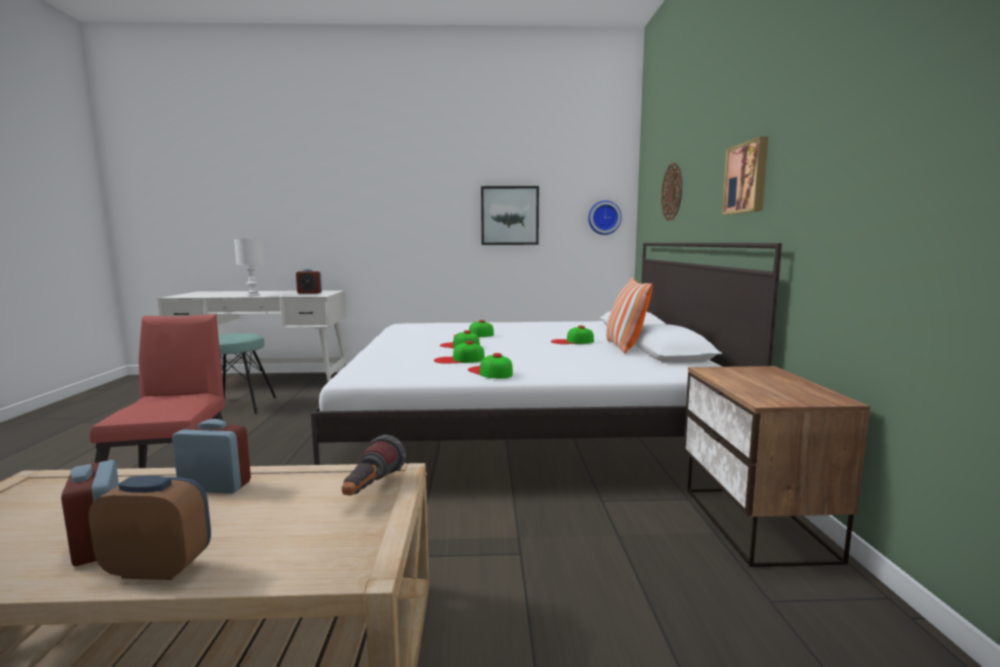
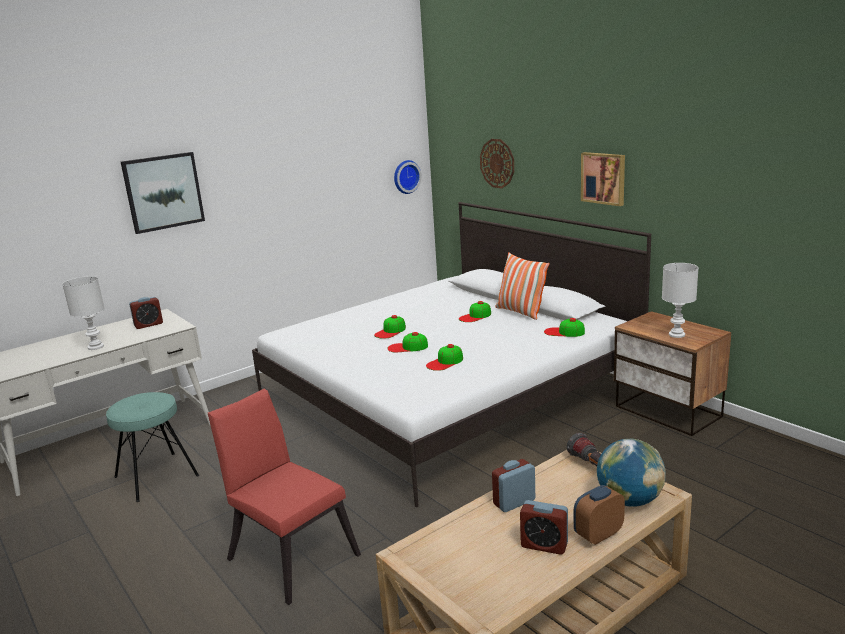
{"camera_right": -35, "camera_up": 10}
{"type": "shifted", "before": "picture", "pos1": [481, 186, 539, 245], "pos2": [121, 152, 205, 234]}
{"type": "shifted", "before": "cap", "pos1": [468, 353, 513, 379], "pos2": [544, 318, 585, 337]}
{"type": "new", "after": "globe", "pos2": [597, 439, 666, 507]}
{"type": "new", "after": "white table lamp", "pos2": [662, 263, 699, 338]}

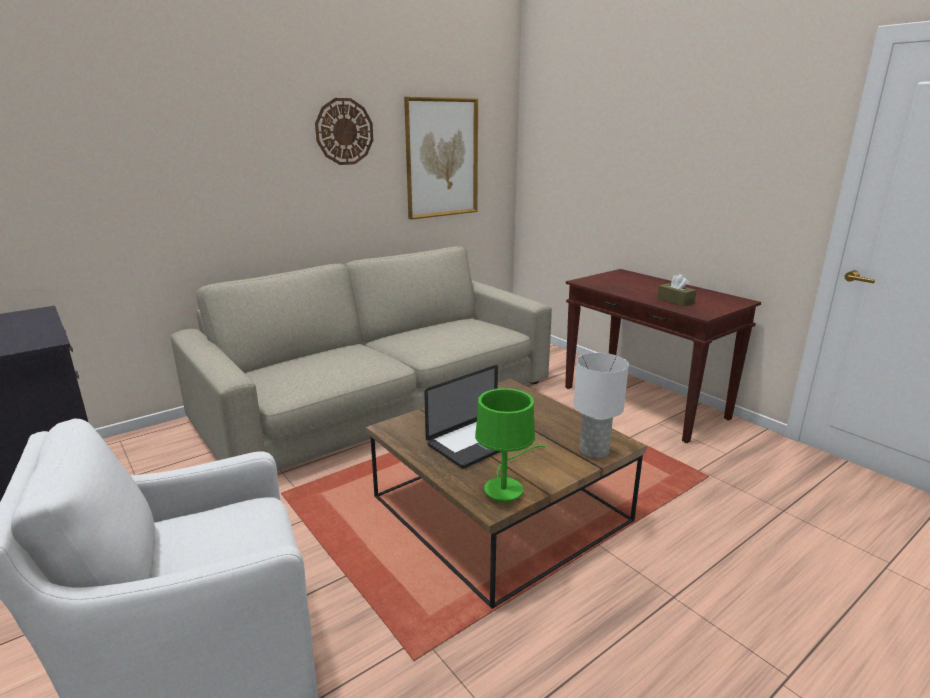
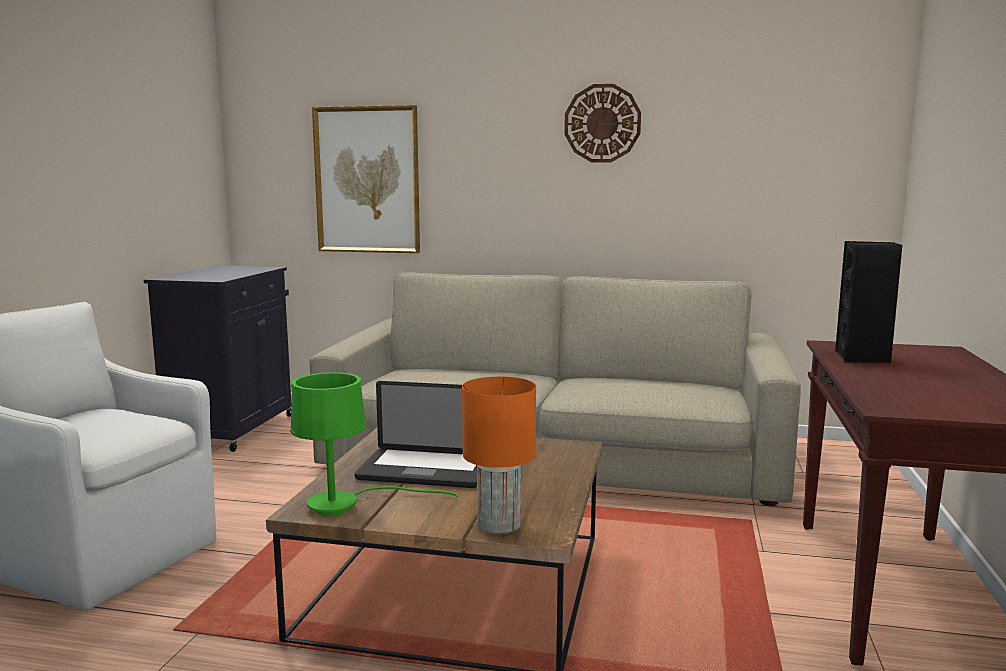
{"camera_right": 50, "camera_up": -10}
{"type": "shifted", "before": "picture", "pos1": [404, 97, 478, 220], "pos2": [312, 105, 420, 253]}
{"type": "repainted", "before": "white table lamp", "after": "orange table lamp", "pos1": [573, 353, 629, 458], "pos2": [462, 376, 536, 534]}
{"type": "new", "after": "black speaker", "pos2": [835, 241, 902, 363]}
{"type": "gone", "before": "brown tissue box", "pos1": [657, 274, 696, 306]}

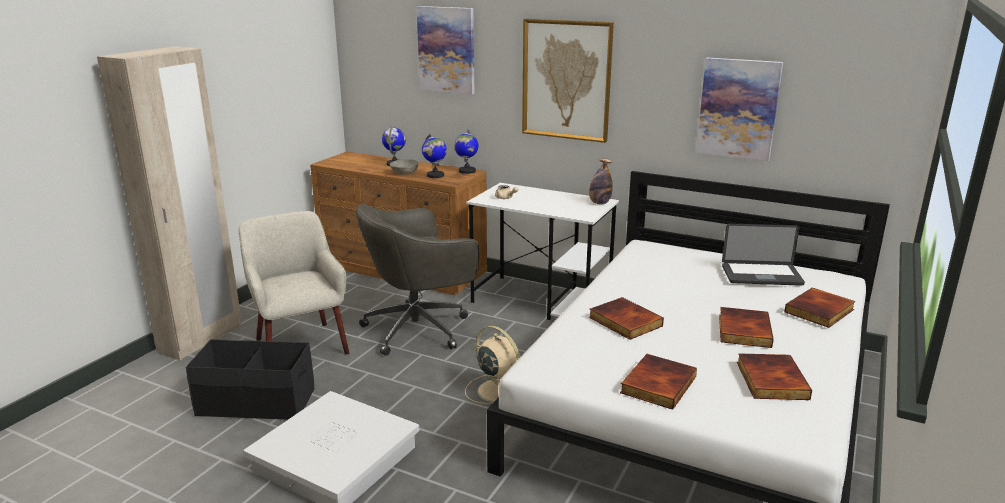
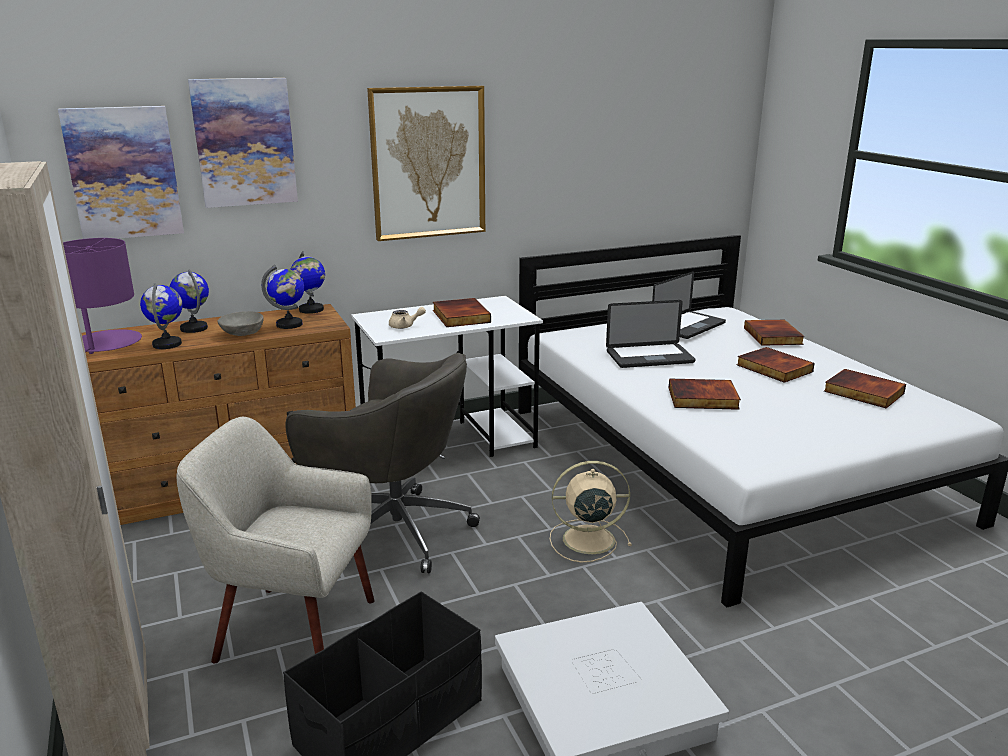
{"camera_right": -50, "camera_up": 0}
{"type": "shifted", "before": "picture", "pos1": [696, 57, 783, 161], "pos2": [58, 106, 184, 239]}
{"type": "new", "after": "purple table lamp", "pos2": [63, 238, 142, 354]}
{"type": "new", "after": "globe", "pos2": [140, 283, 183, 349]}
{"type": "rotated", "before": "grey office chair", "pos1": [356, 204, 479, 356], "pos2": [285, 353, 480, 573], "turn": -75}
{"type": "shifted", "before": "book", "pos1": [620, 354, 697, 410], "pos2": [433, 298, 491, 327]}
{"type": "new", "after": "laptop", "pos2": [606, 300, 695, 368]}
{"type": "gone", "before": "bottle", "pos1": [589, 159, 613, 204]}

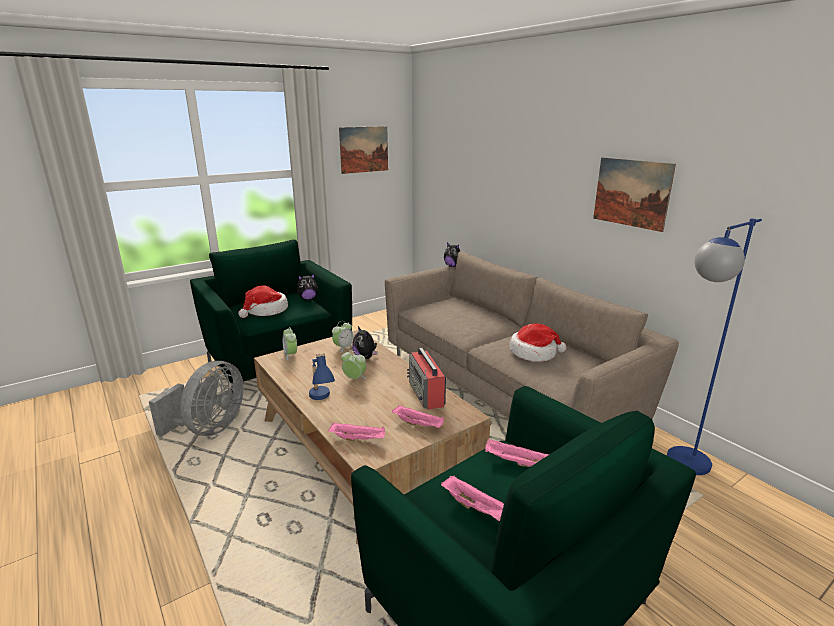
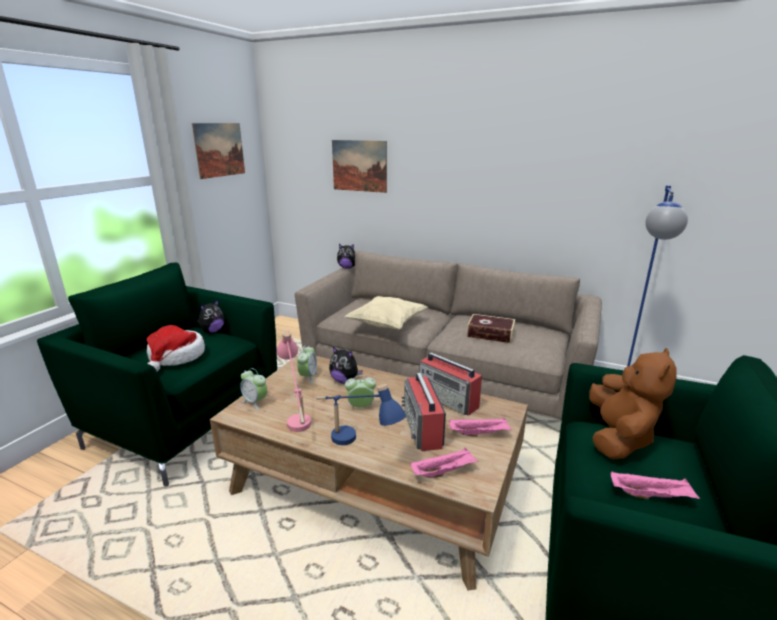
{"camera_right": -30, "camera_up": 0}
{"type": "new", "after": "pink table lamp", "pos2": [277, 330, 311, 432]}
{"type": "shifted", "before": "picture", "pos1": [593, 157, 676, 232], "pos2": [332, 140, 387, 193]}
{"type": "new", "after": "beige pillow", "pos2": [345, 296, 427, 330]}
{"type": "new", "after": "radio", "pos2": [402, 373, 446, 451]}
{"type": "swapped", "before": "hat", "after": "book", "pos1": [509, 323, 567, 362], "pos2": [467, 314, 515, 343]}
{"type": "swapped", "before": "pink tray", "after": "brown plush toy", "pos1": [485, 439, 549, 467], "pos2": [589, 348, 677, 460]}
{"type": "gone", "before": "grey fan", "pos1": [149, 361, 244, 437]}

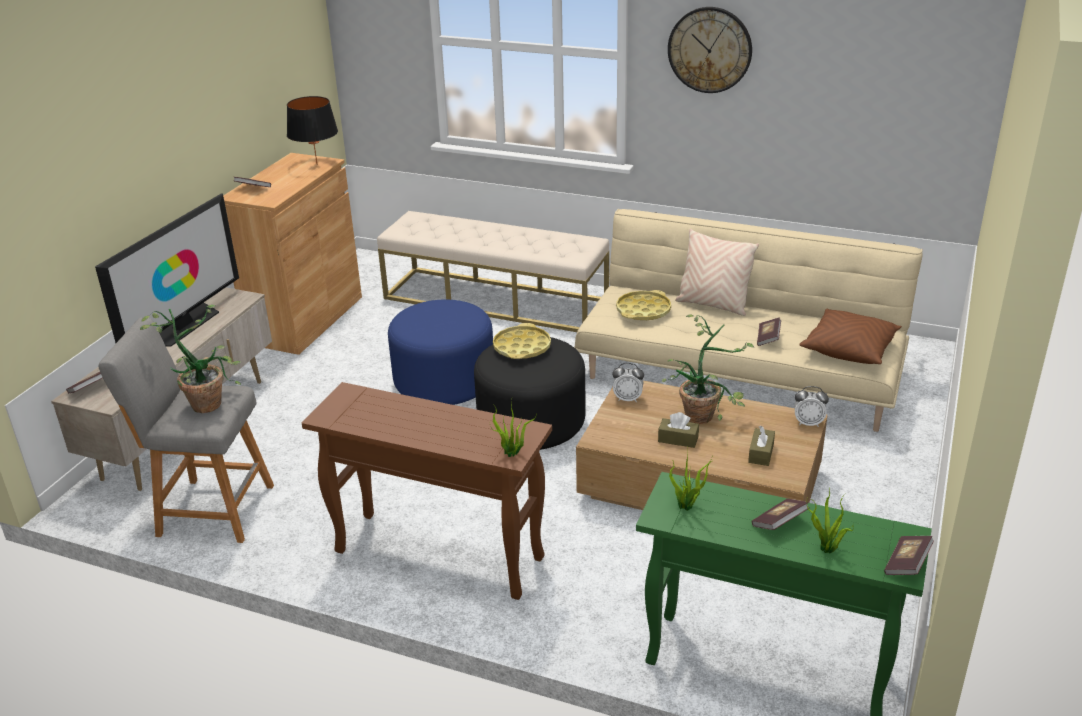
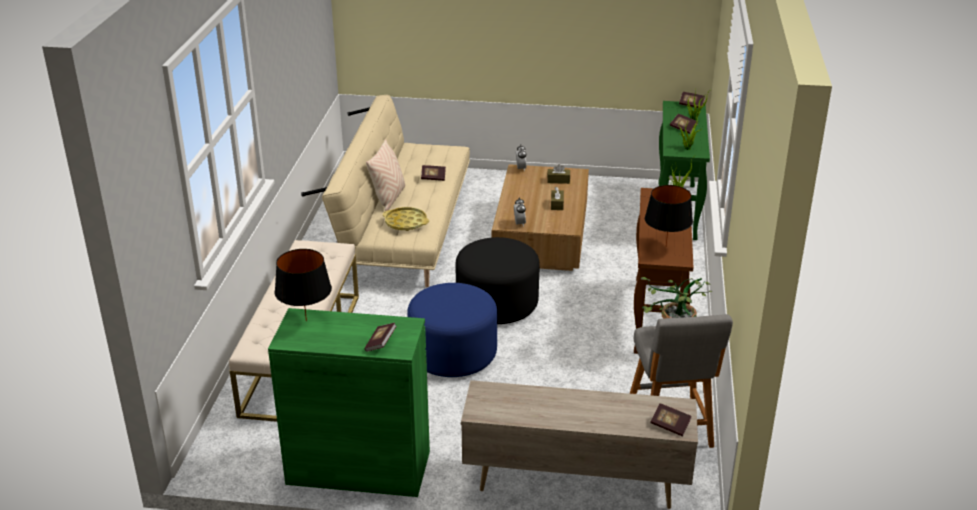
{"camera_right": -105, "camera_up": 0}
{"type": "repainted", "before": "brown cabinet", "after": "green cabinet", "pos1": [223, 153, 362, 355], "pos2": [268, 308, 430, 497]}
{"type": "new", "after": "black table lamp", "pos2": [645, 185, 693, 247]}
{"type": "gone", "before": "television", "pos1": [95, 193, 239, 347]}
{"type": "gone", "before": "yellow tray", "pos1": [493, 323, 551, 359]}
{"type": "gone", "before": "potted plant", "pos1": [662, 314, 754, 424]}
{"type": "gone", "before": "wall clock", "pos1": [668, 7, 752, 93]}
{"type": "gone", "before": "brown pillow", "pos1": [799, 309, 902, 364]}

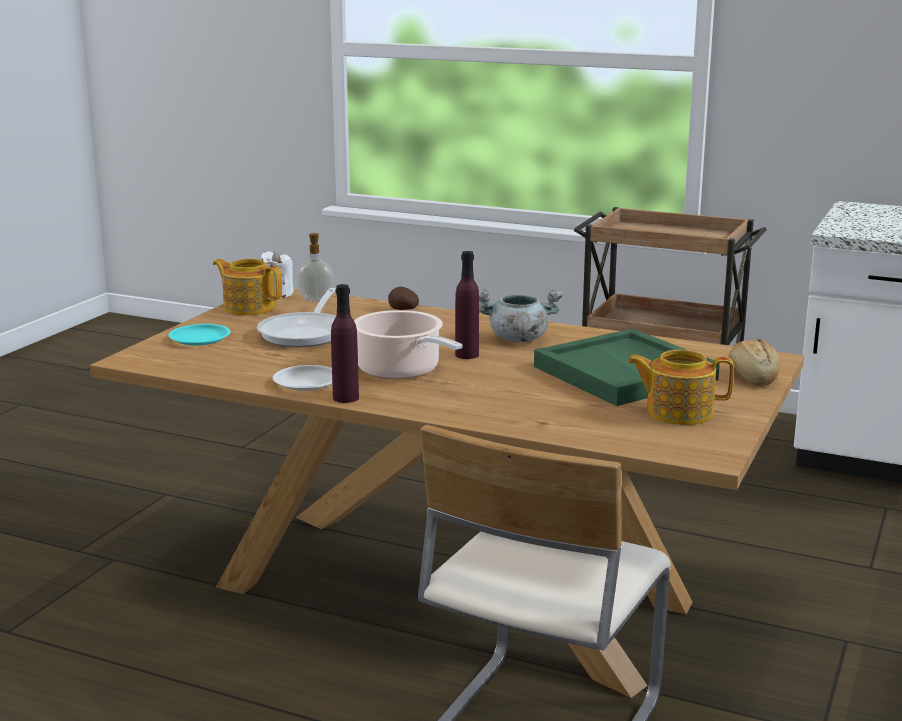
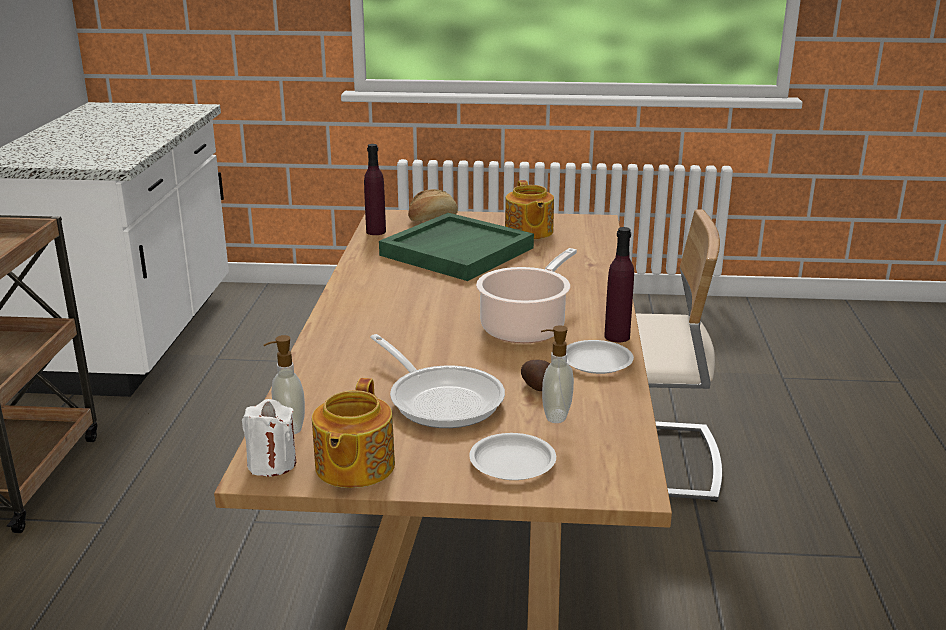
{"camera_right": -110, "camera_up": 5}
{"type": "shifted", "before": "purple bottle", "pos1": [455, 251, 479, 359], "pos2": [364, 144, 386, 235]}
{"type": "rotated", "before": "frying pan", "pos1": [257, 288, 336, 347], "pos2": [370, 334, 505, 428], "turn": 60}
{"type": "repainted", "before": "turquoise plate", "after": "white plate", "pos1": [168, 324, 231, 345], "pos2": [469, 433, 556, 480]}
{"type": "shifted", "before": "potato", "pos1": [388, 287, 419, 310], "pos2": [521, 360, 550, 391]}
{"type": "new", "after": "soap dispenser", "pos2": [541, 325, 574, 423]}
{"type": "gone", "before": "grey cooking pot", "pos1": [479, 289, 562, 342]}

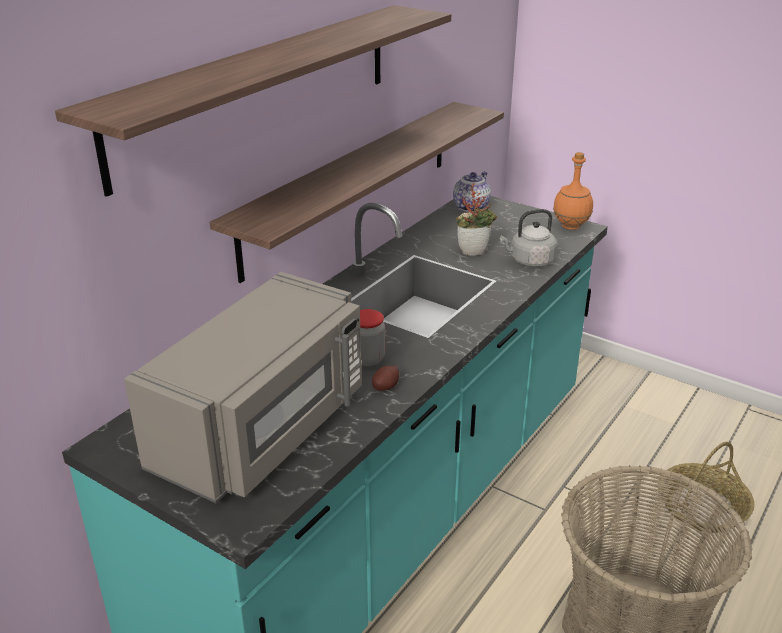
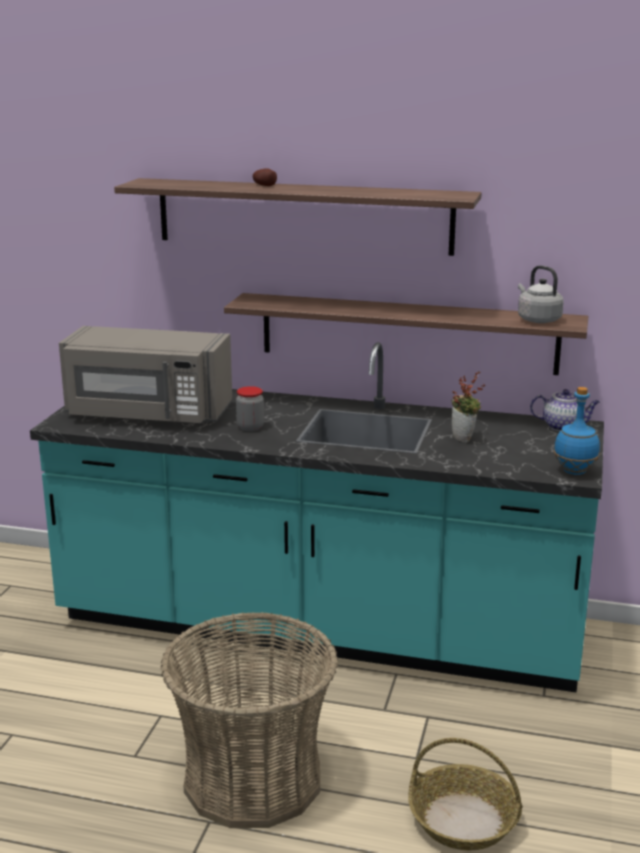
{"camera_right": 70, "camera_up": -10}
{"type": "shifted", "before": "potato", "pos1": [372, 365, 399, 391], "pos2": [253, 168, 277, 186]}
{"type": "shifted", "before": "grey kettle", "pos1": [500, 209, 557, 267], "pos2": [518, 265, 564, 323]}
{"type": "repainted", "before": "orange bottle", "after": "blue bottle", "pos1": [553, 152, 593, 230], "pos2": [554, 387, 600, 475]}

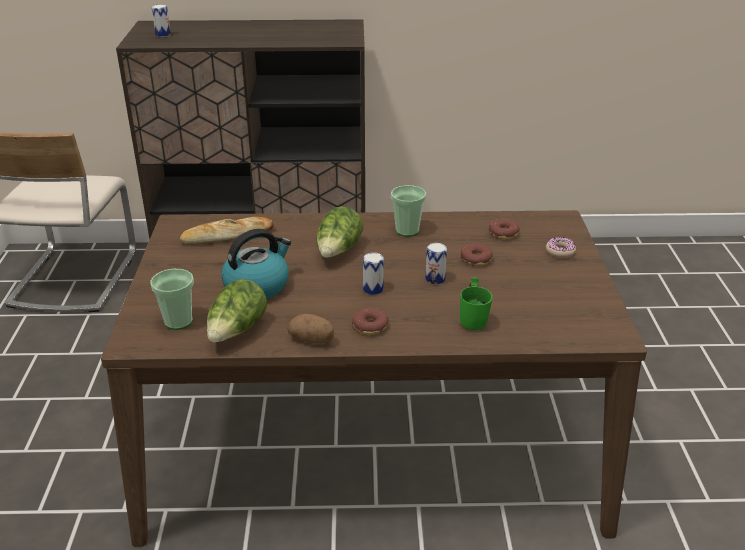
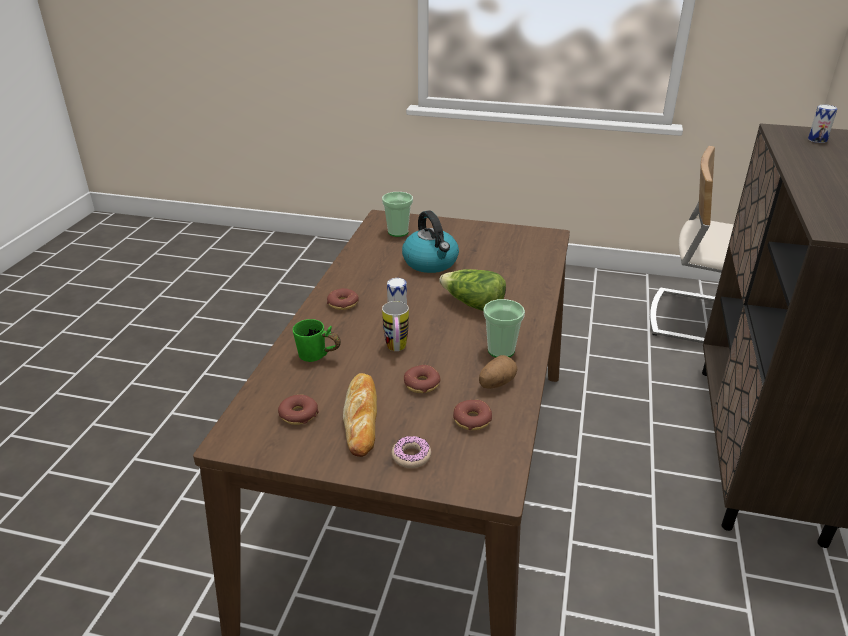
{"camera_right": 105, "camera_up": 0}
{"type": "new", "after": "donut", "pos2": [278, 395, 319, 425]}
{"type": "shifted", "before": "bread", "pos1": [180, 217, 274, 244], "pos2": [343, 373, 377, 457]}
{"type": "swapped", "before": "can", "after": "mug", "pos1": [426, 243, 447, 285], "pos2": [382, 301, 409, 351]}
{"type": "shifted", "before": "potato", "pos1": [287, 314, 334, 344], "pos2": [479, 355, 517, 389]}
{"type": "gone", "before": "lettuce", "pos1": [207, 280, 267, 342]}

